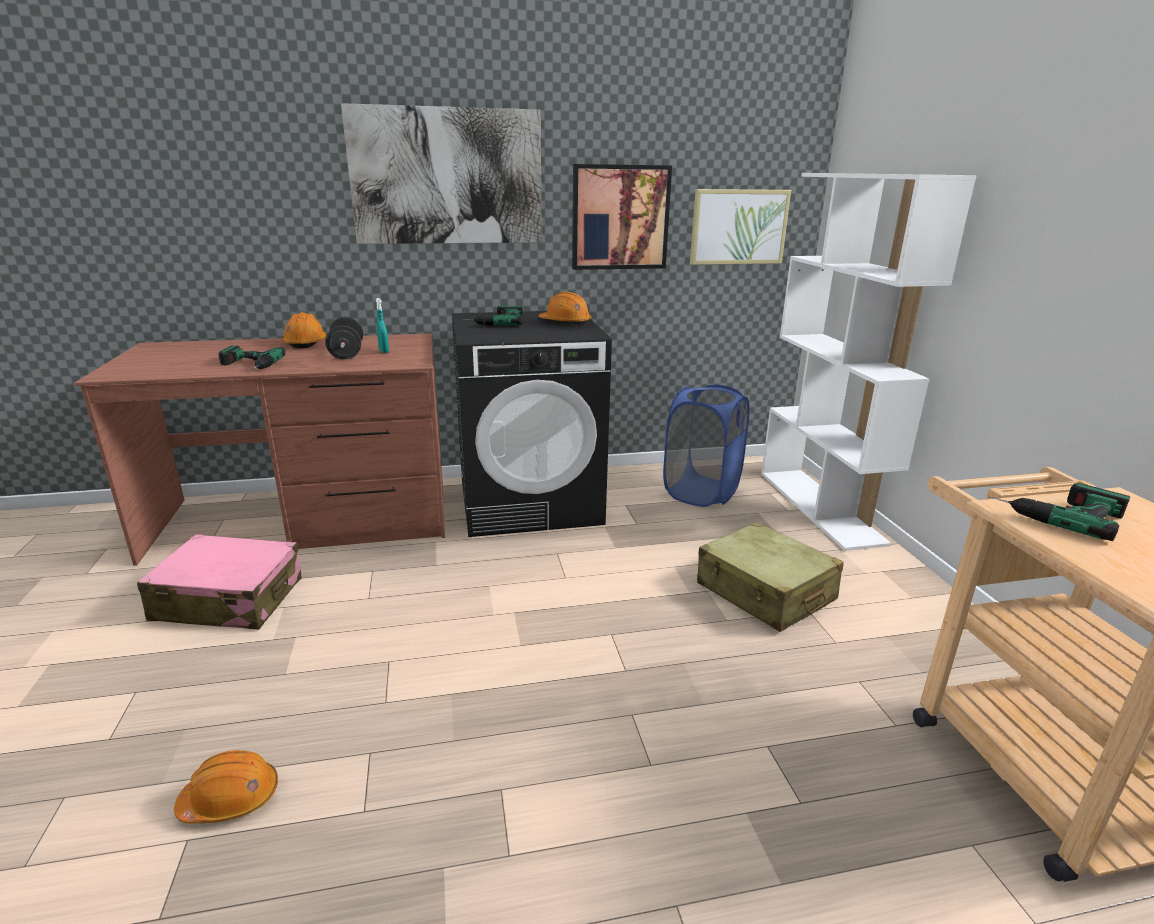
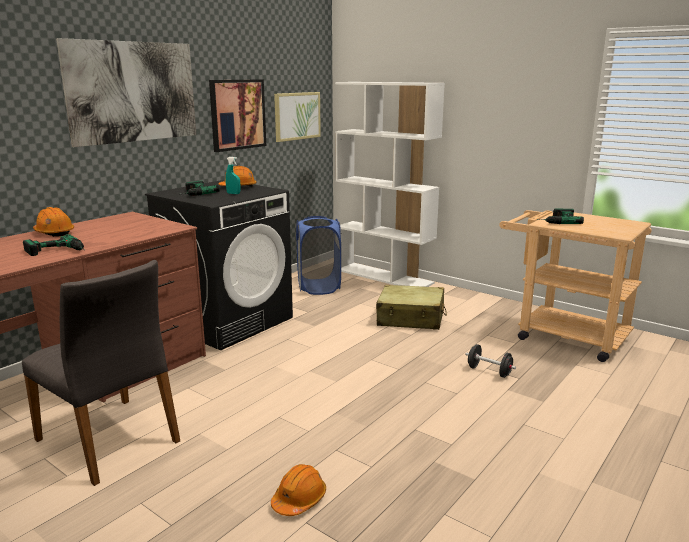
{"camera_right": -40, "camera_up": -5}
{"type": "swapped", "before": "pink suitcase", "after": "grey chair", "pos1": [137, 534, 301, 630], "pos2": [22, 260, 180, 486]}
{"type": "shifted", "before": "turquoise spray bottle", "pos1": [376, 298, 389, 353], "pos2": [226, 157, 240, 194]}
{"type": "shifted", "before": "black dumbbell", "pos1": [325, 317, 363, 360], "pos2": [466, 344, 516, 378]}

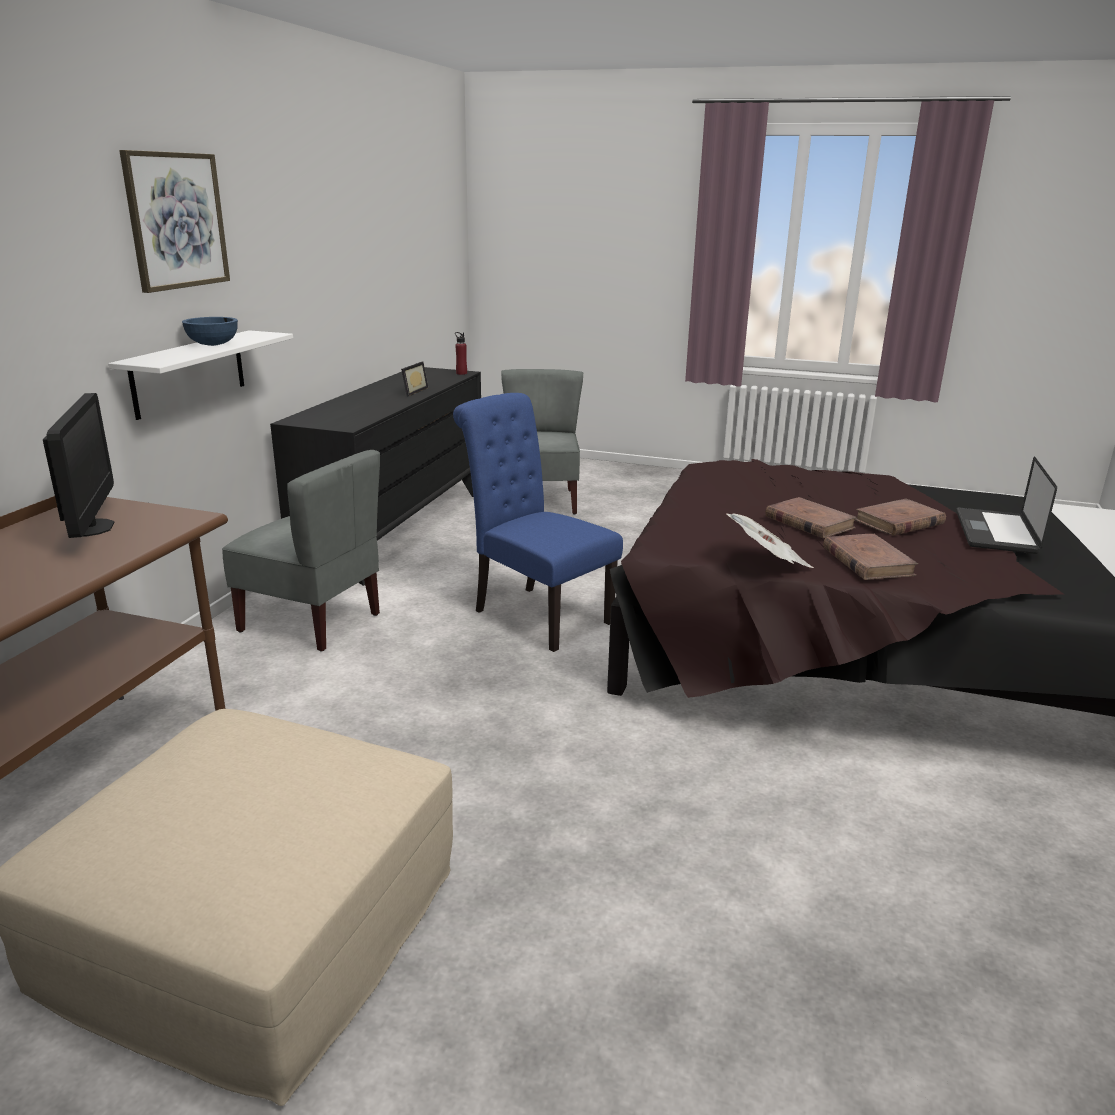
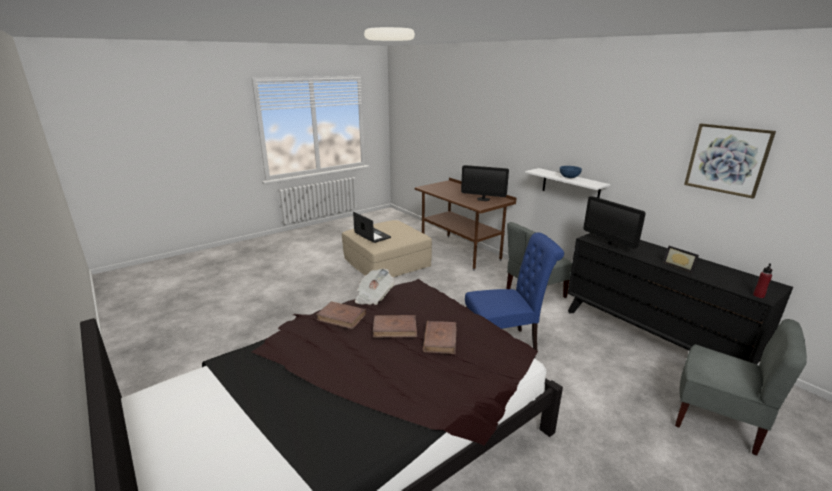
{"camera_right": 125, "camera_up": 0}
{"type": "shifted", "before": "laptop", "pos1": [956, 457, 1057, 554], "pos2": [353, 212, 391, 243]}
{"type": "shifted", "before": "brown book", "pos1": [855, 499, 946, 536], "pos2": [423, 321, 457, 354]}
{"type": "new", "after": "monitor", "pos2": [583, 196, 646, 249]}
{"type": "shifted", "before": "picture", "pos1": [119, 150, 230, 293], "pos2": [684, 124, 776, 199]}

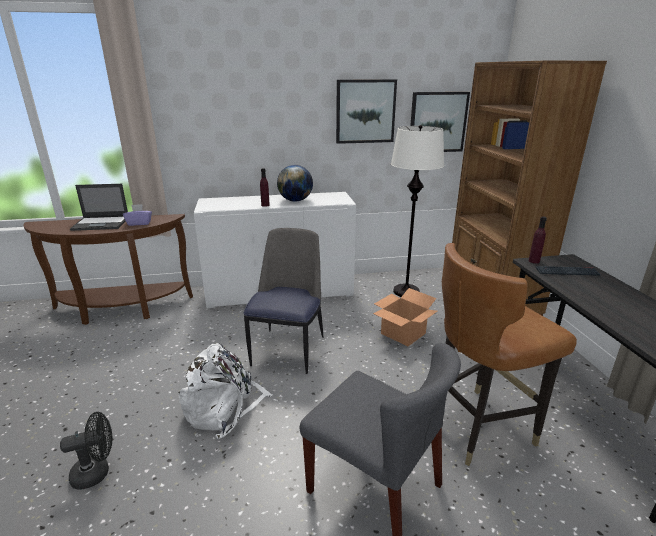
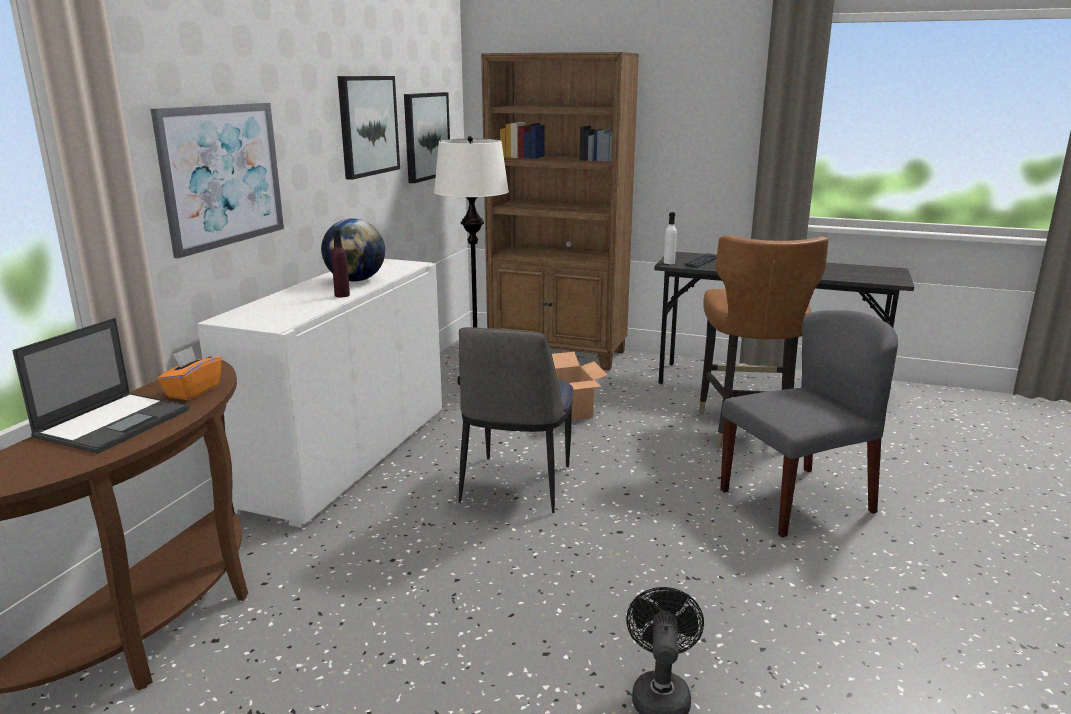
{"camera_right": -60, "camera_up": -5}
{"type": "new", "after": "picture", "pos2": [151, 103, 284, 258]}
{"type": "repainted", "before": "purple tissue box", "after": "orange tissue box", "pos1": [123, 204, 152, 226], "pos2": [157, 346, 222, 400]}
{"type": "rotated", "before": "chair", "pos1": [244, 228, 323, 374], "pos2": [459, 327, 573, 513], "turn": -120}
{"type": "repainted", "before": "purple bottle", "after": "white bottle", "pos1": [529, 216, 547, 264], "pos2": [664, 212, 677, 264]}
{"type": "gone", "before": "white backpack", "pos1": [179, 343, 272, 439]}

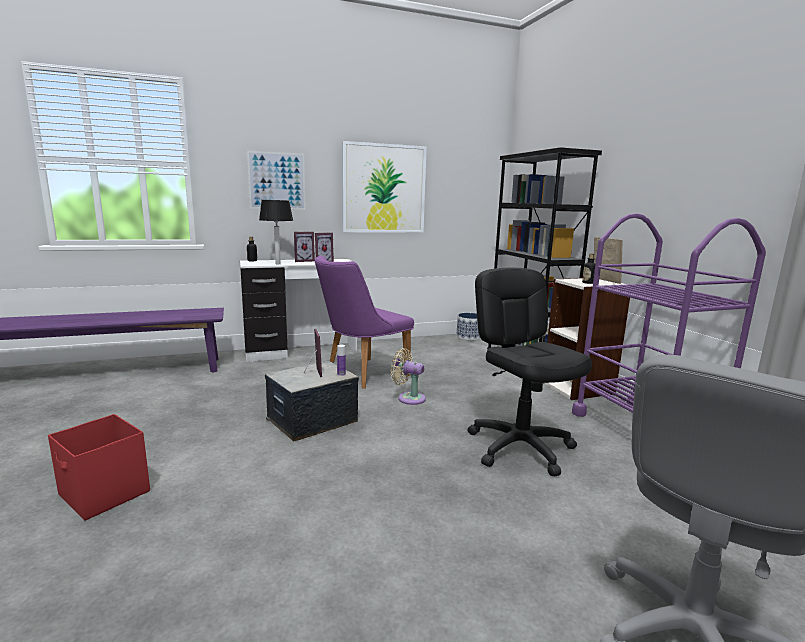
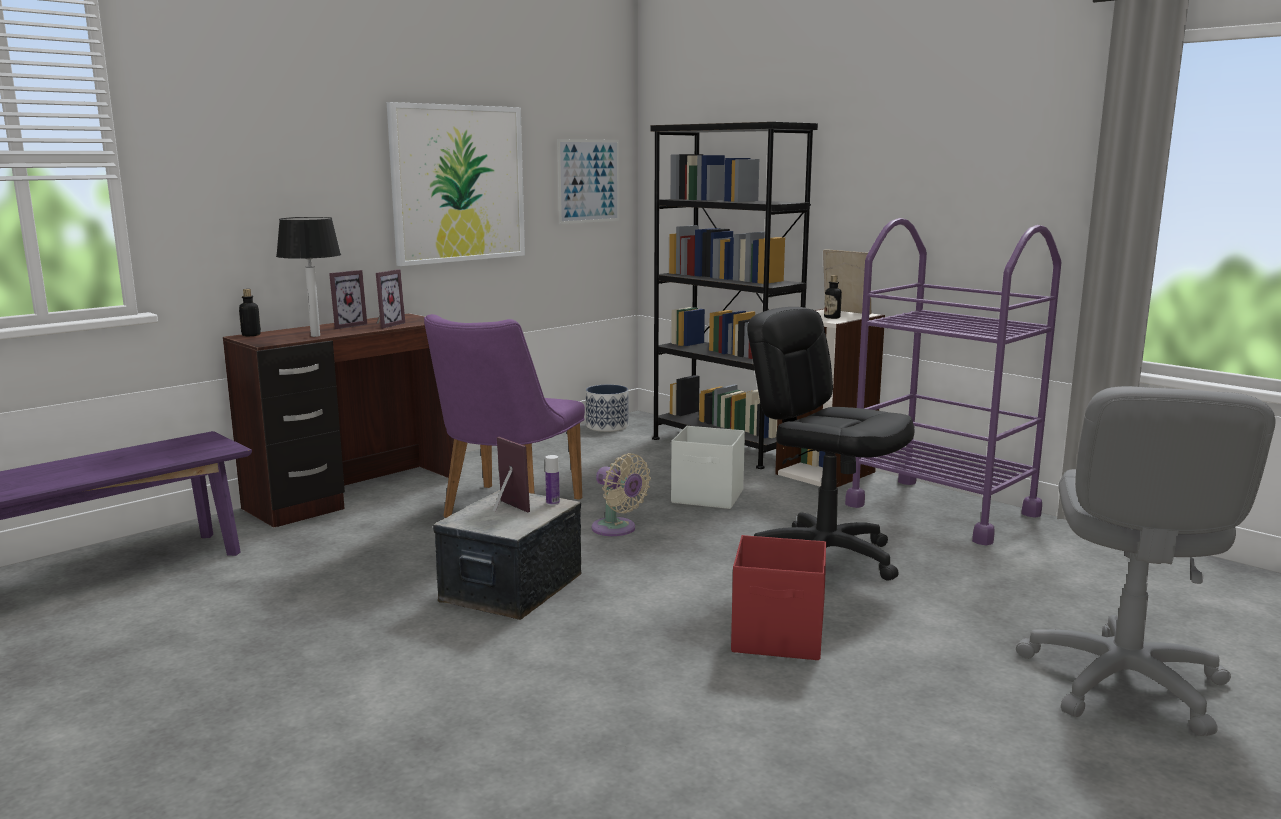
{"camera_right": -25, "camera_up": 0}
{"type": "repainted", "before": "white desk", "after": "brown desk", "pos1": [240, 259, 357, 362], "pos2": [223, 313, 454, 528]}
{"type": "shifted", "before": "picture", "pos1": [247, 151, 306, 210], "pos2": [557, 139, 619, 224]}
{"type": "rotated", "before": "beige fan", "pos1": [391, 348, 426, 405], "pos2": [591, 453, 651, 536], "turn": -135}
{"type": "new", "after": "white storage box", "pos2": [671, 426, 745, 509]}
{"type": "shifted", "before": "red storage box", "pos1": [48, 414, 150, 521], "pos2": [731, 535, 826, 660]}

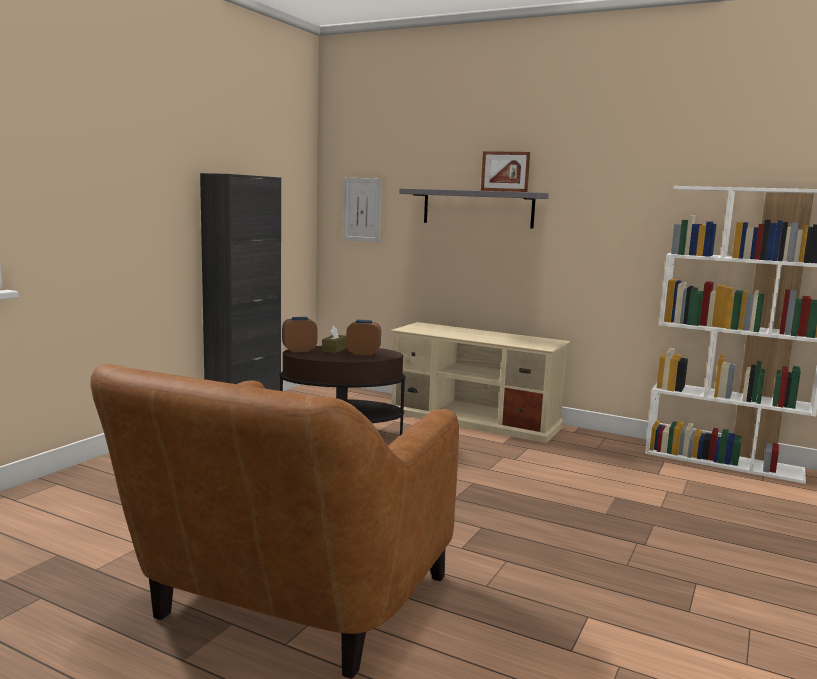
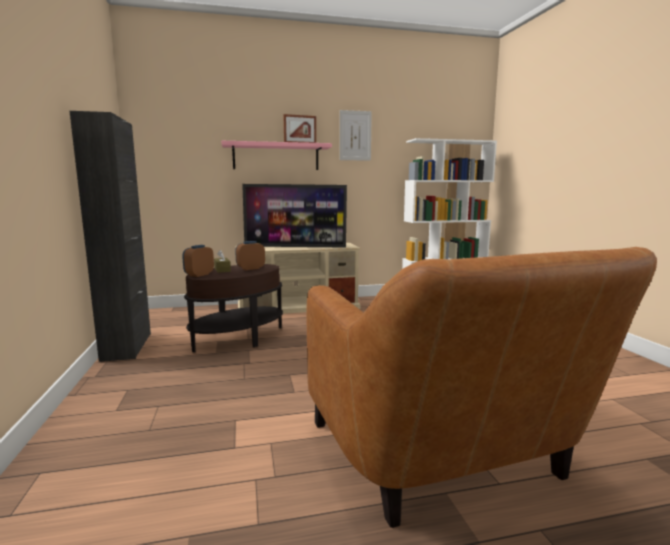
{"camera_right": -40, "camera_up": 0}
{"type": "repainted", "before": "grey shelf", "after": "pink shelf", "pos1": [399, 188, 549, 229], "pos2": [221, 141, 332, 170]}
{"type": "new", "after": "television", "pos2": [242, 184, 347, 248]}
{"type": "shifted", "before": "picture", "pos1": [343, 178, 382, 243], "pos2": [340, 110, 372, 161]}

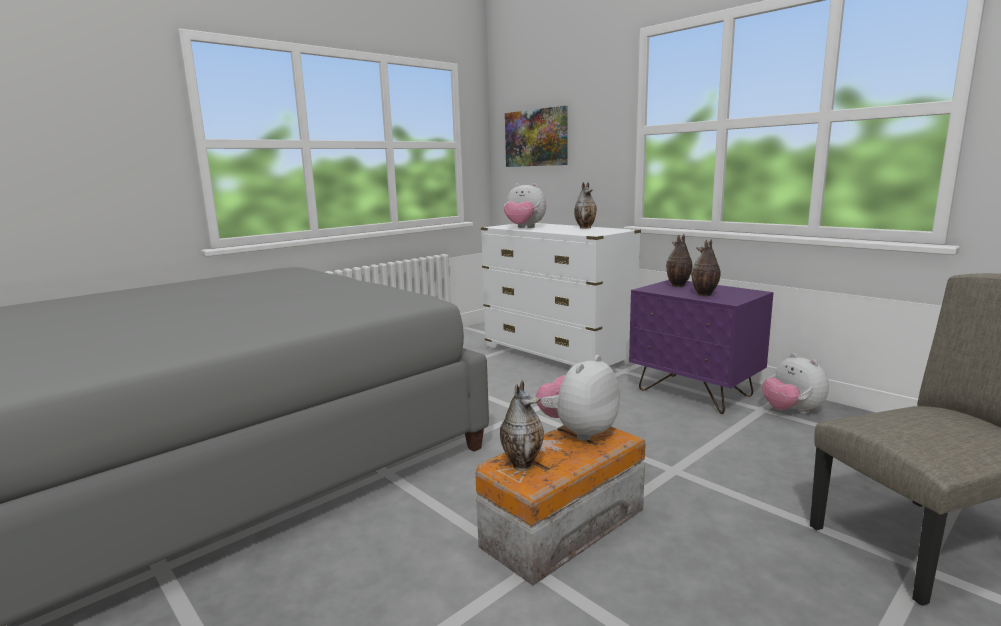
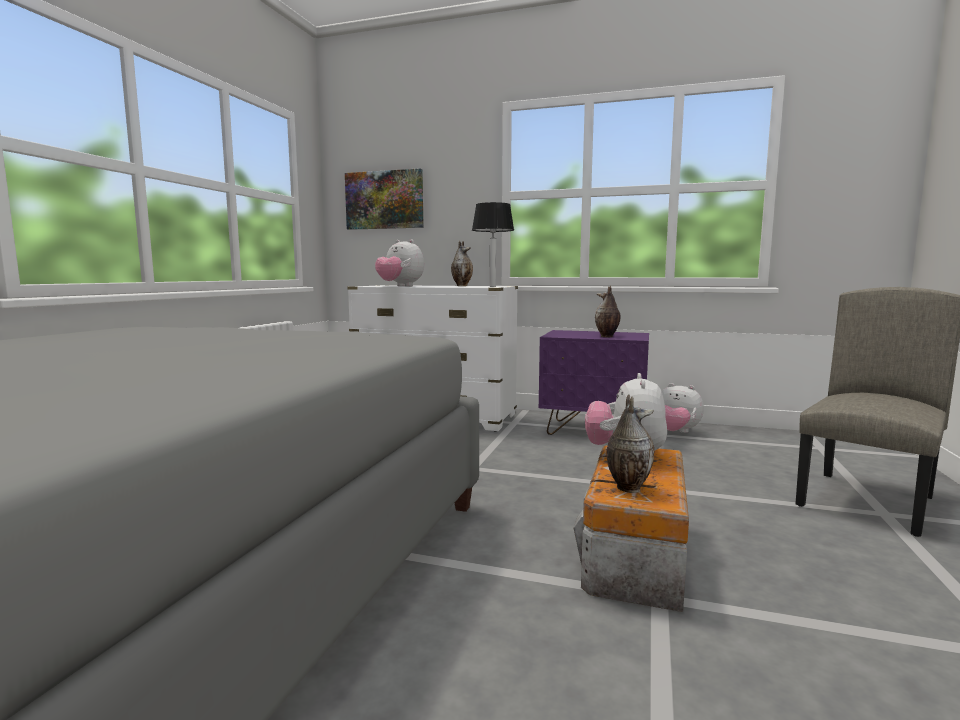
{"camera_right": -30, "camera_up": -5}
{"type": "rotated", "before": "plush toy", "pos1": [504, 183, 546, 228], "pos2": [375, 239, 424, 286], "turn": 45}
{"type": "new", "after": "table lamp", "pos2": [472, 202, 514, 287]}
{"type": "gone", "before": "vase", "pos1": [666, 234, 693, 287]}

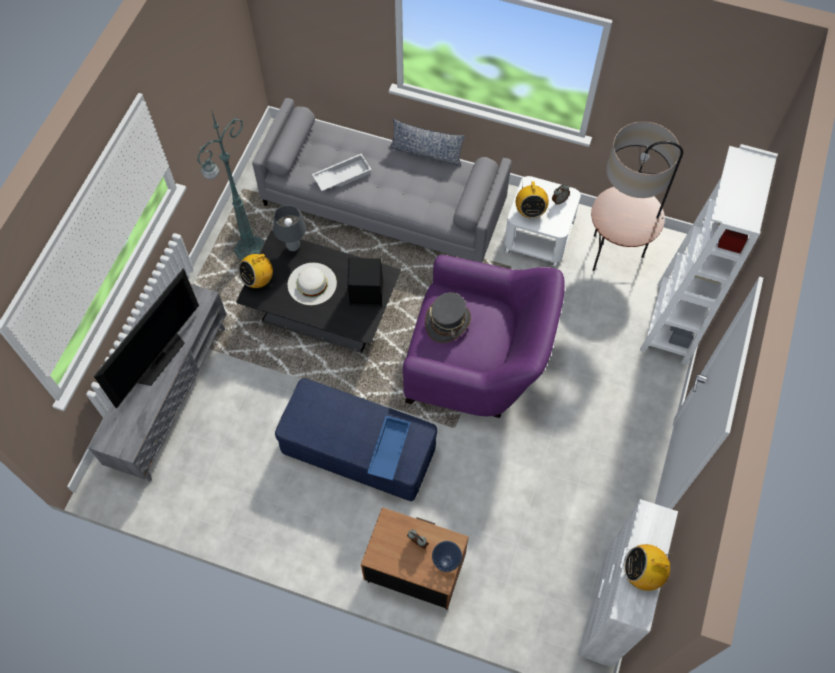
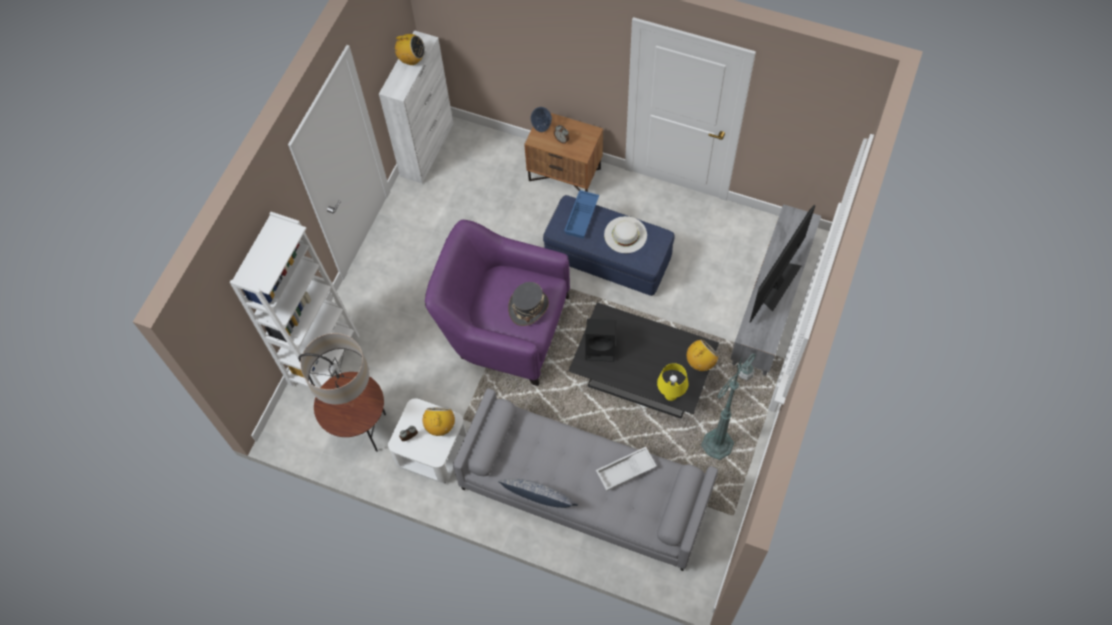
{"camera_right": -175, "camera_up": 0}
{"type": "shifted", "before": "white hat", "pos1": [288, 263, 337, 305], "pos2": [604, 216, 647, 253]}
{"type": "repainted", "before": "grey table lamp", "after": "yellow table lamp", "pos1": [273, 205, 306, 251], "pos2": [657, 363, 688, 401]}

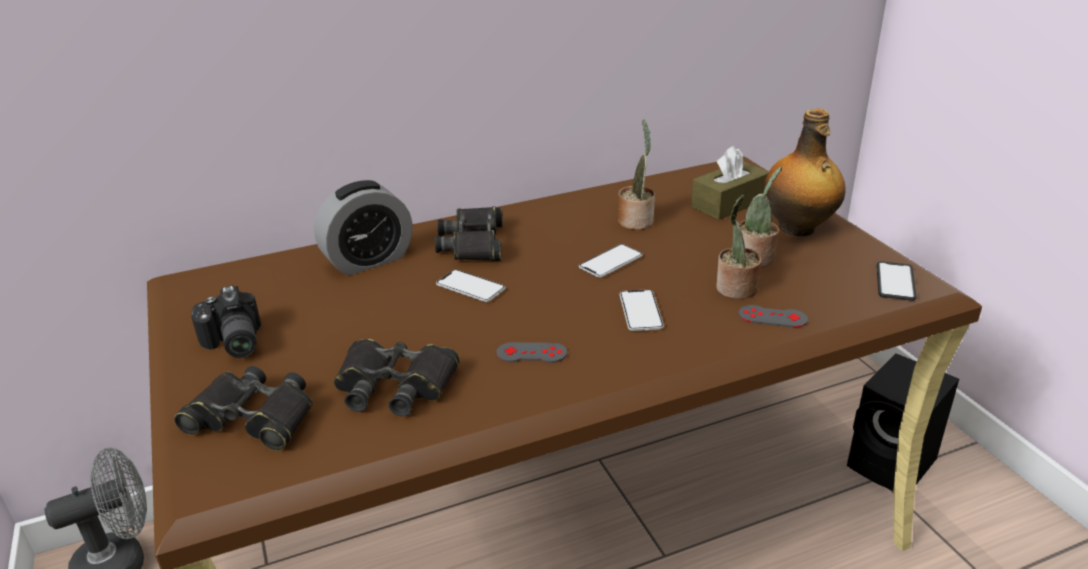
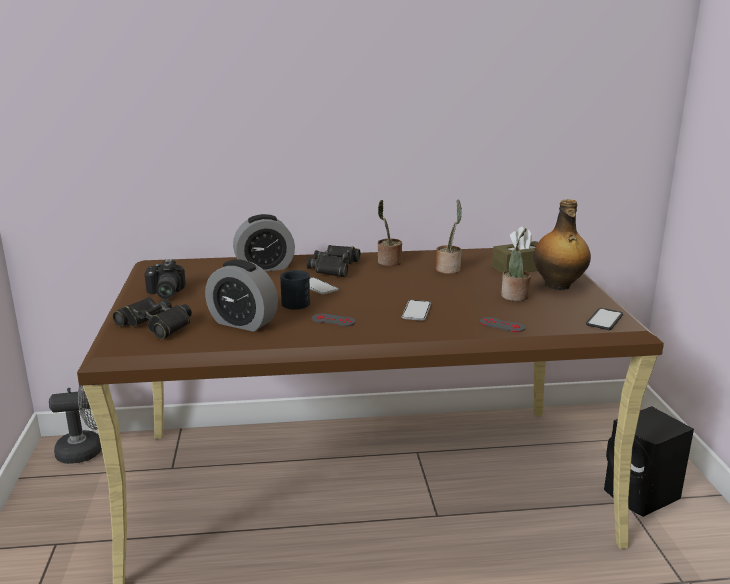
{"camera_right": 15, "camera_up": -10}
{"type": "swapped", "before": "black binoculars", "after": "alarm clock", "pos1": [334, 339, 460, 416], "pos2": [205, 259, 278, 332]}
{"type": "new", "after": "black mug", "pos2": [280, 270, 310, 310]}
{"type": "shifted", "before": "potted plant", "pos1": [716, 195, 762, 299], "pos2": [378, 200, 402, 266]}
{"type": "gone", "before": "phone", "pos1": [579, 244, 643, 278]}

